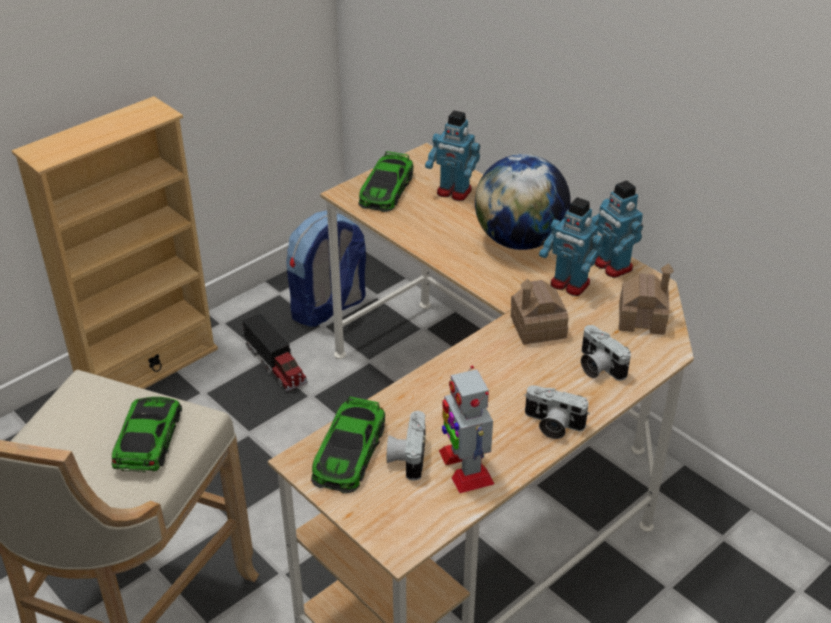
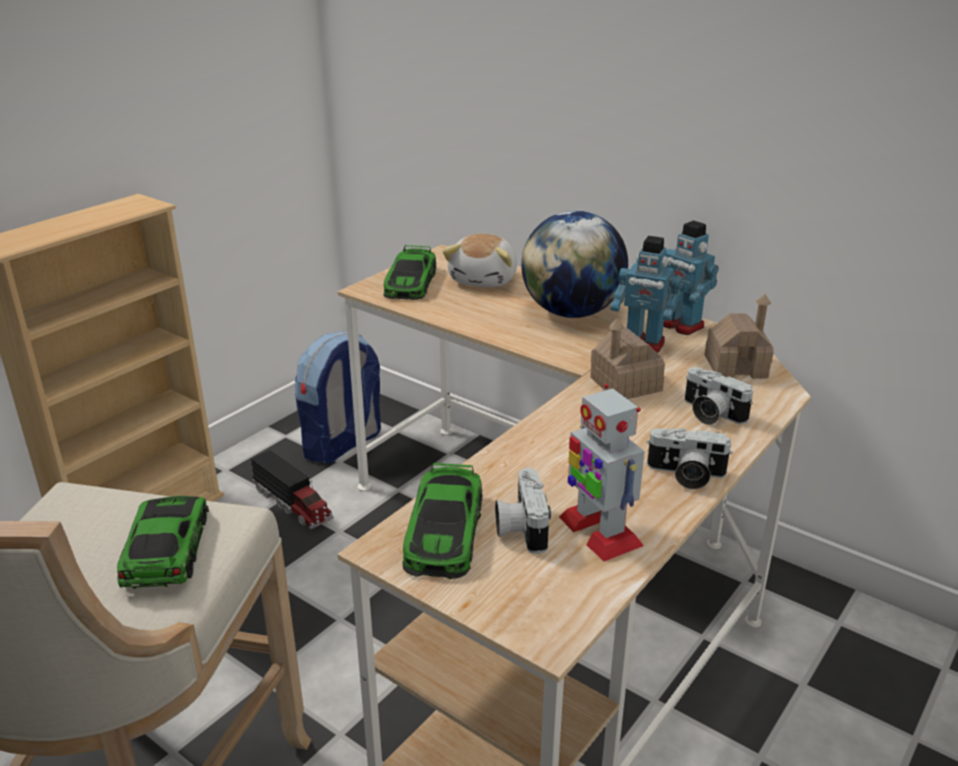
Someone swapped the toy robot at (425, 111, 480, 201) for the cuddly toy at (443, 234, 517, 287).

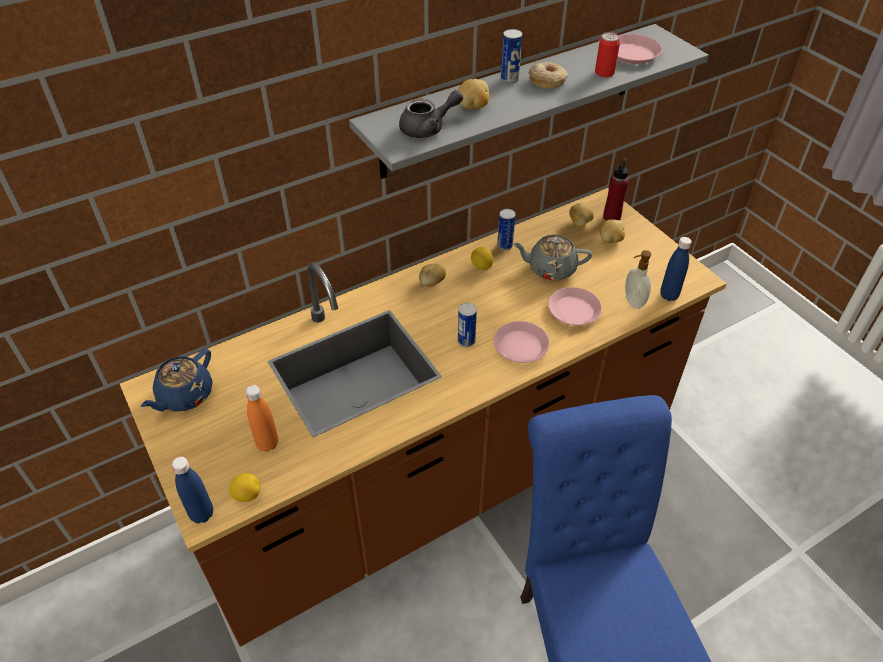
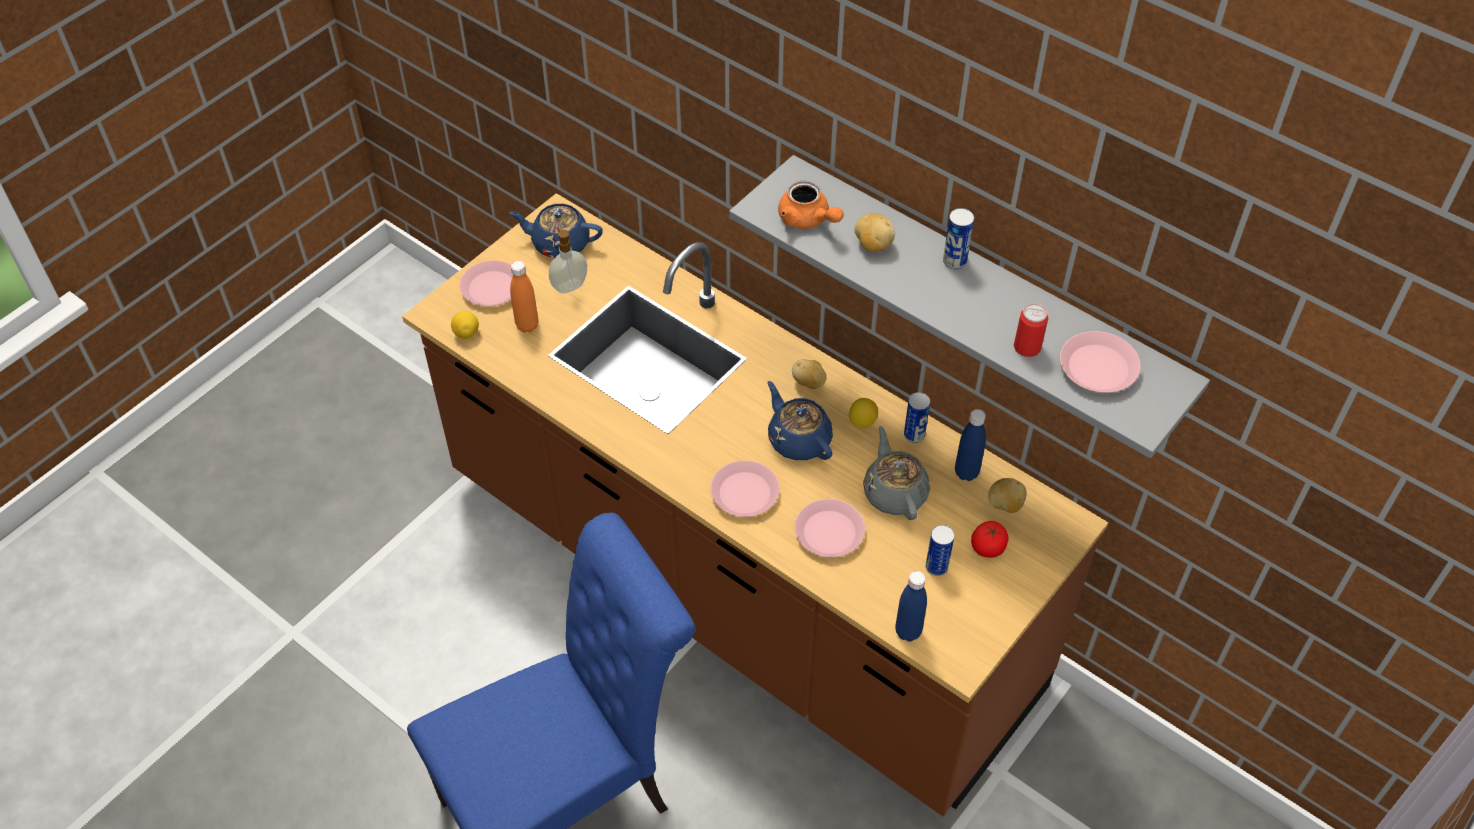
Someone carried the blue-coloured beverage bottle from (171, 457, 213, 523) to (955, 409, 986, 481).
Someone repainted the gray pot for tea at (399, 90, 463, 138), which became the orangey pot for tea at (778, 181, 844, 229).
Someone carried the can from (458, 303, 477, 347) to (926, 525, 955, 576).
Someone took away the doughnut at (528, 62, 568, 88).
Someone swapped the whole potato at (600, 219, 625, 243) for the fresh tomato at (971, 521, 1008, 558).
Someone took away the red-coloured beverage bottle at (603, 158, 629, 221).
Someone carried the liquid soap bottle from (625, 250, 651, 309) to (549, 227, 587, 294).
Someone put down the pinkish dinner plate at (460, 260, 513, 306).
Someone put down the blue-coloured pot for tea at (767, 381, 833, 460).

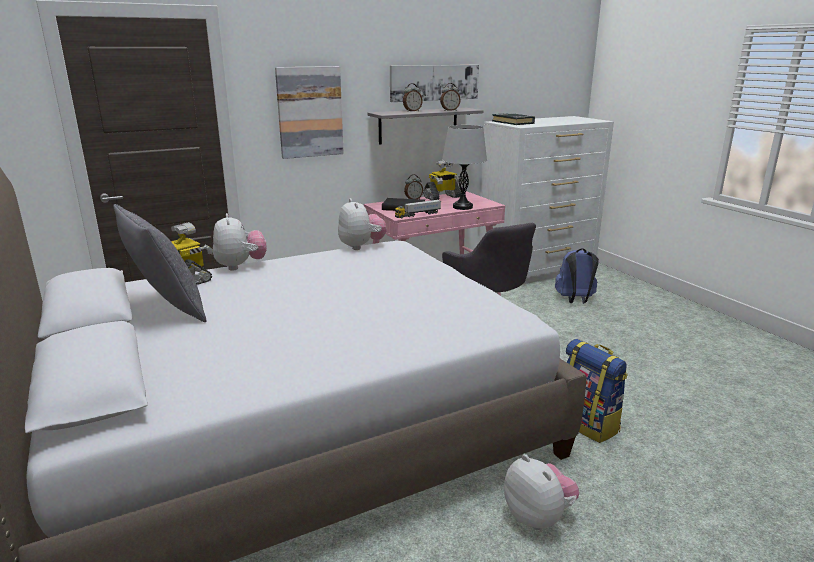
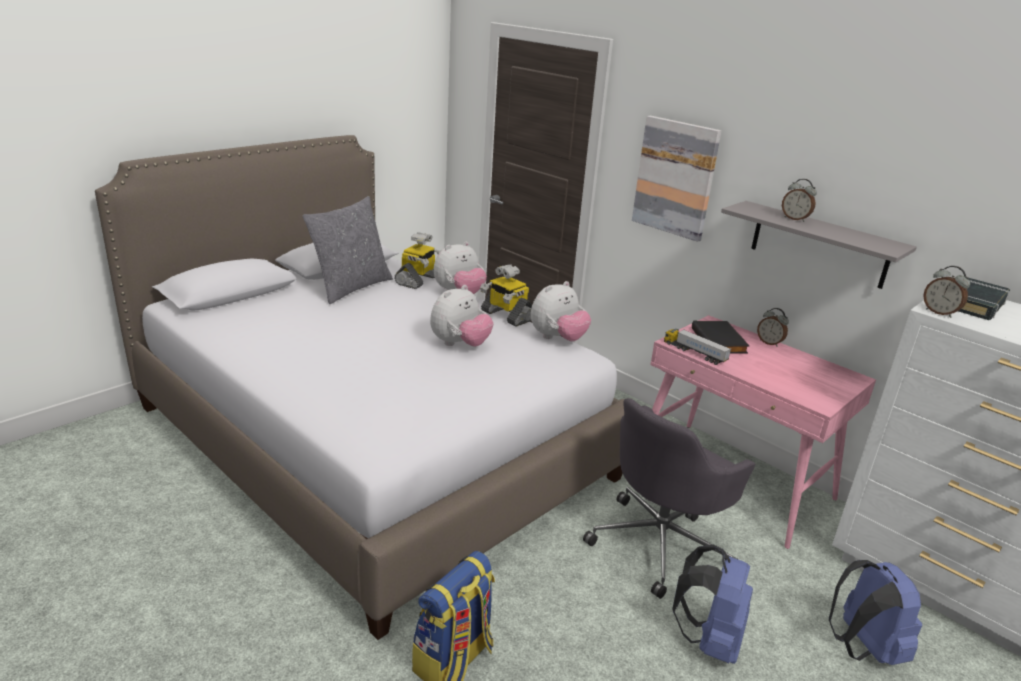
Someone took away the wall picture at (390, 65, 479, 102).
Someone carried the toy robot from (423, 161, 462, 200) to (480, 265, 532, 326).
Someone carried the bedside clock from (440, 83, 461, 111) to (923, 266, 970, 318).
Someone took away the gray tabletop lamp at (442, 125, 487, 210).
Someone carried the cuddly toy from (504, 454, 579, 530) to (430, 285, 494, 347).
Someone put down the blue-coloured knapsack at (672, 544, 753, 664).

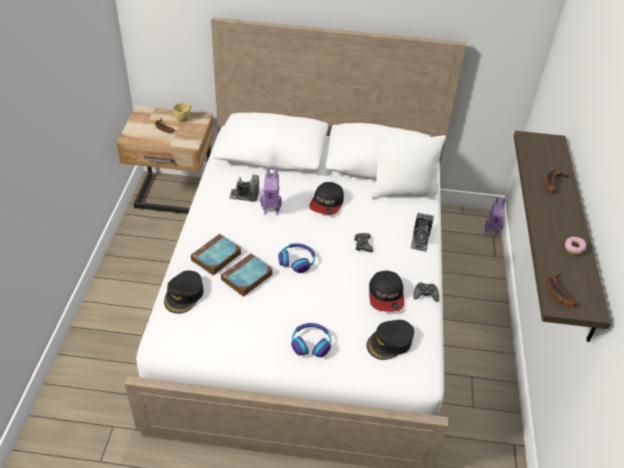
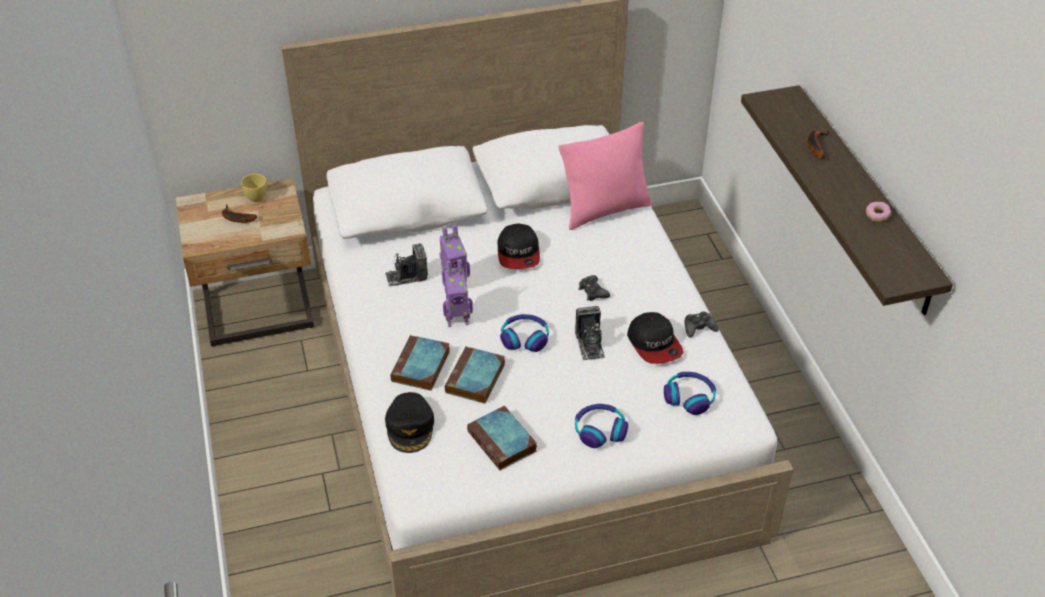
Someone swapped the black-coloured peaked cap at (366, 320, 414, 360) for the pair of headphones at (664, 372, 716, 415).
Someone repainted the white cushion at (371, 135, 446, 199), which became the pinkish cushion at (559, 122, 652, 230).
Someone carried the photo camera from (410, 213, 434, 252) to (575, 306, 605, 361).
Someone carried the toy robot from (485, 197, 506, 237) to (443, 260, 473, 327).
Someone took away the banana fruit at (547, 273, 576, 307).
Someone put down the bound book at (467, 406, 537, 470).

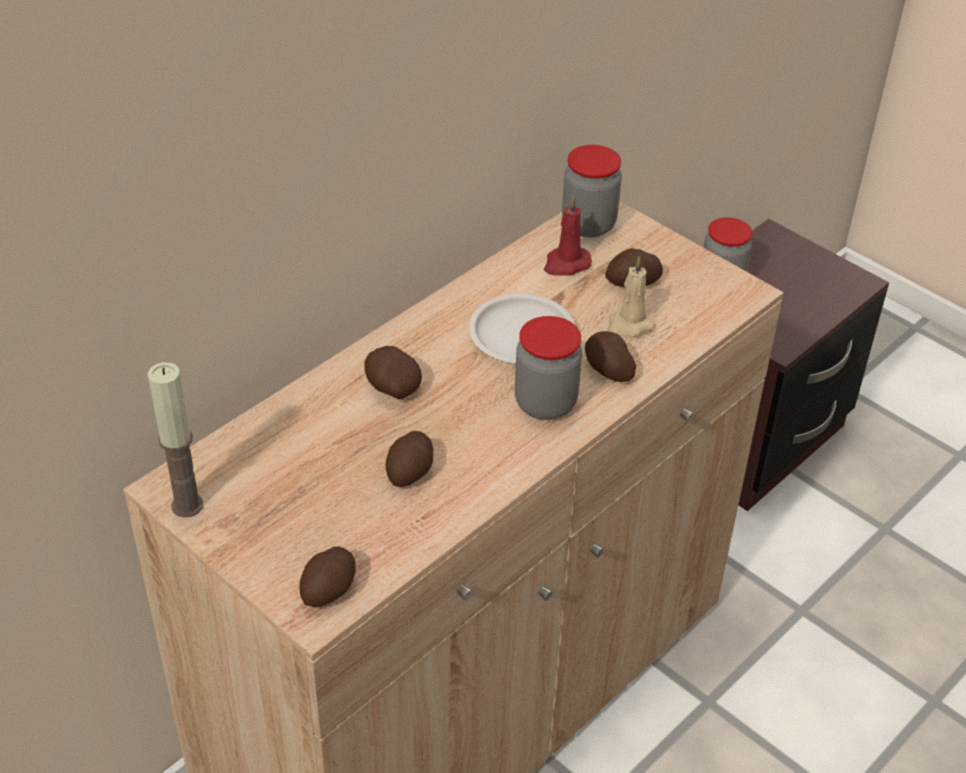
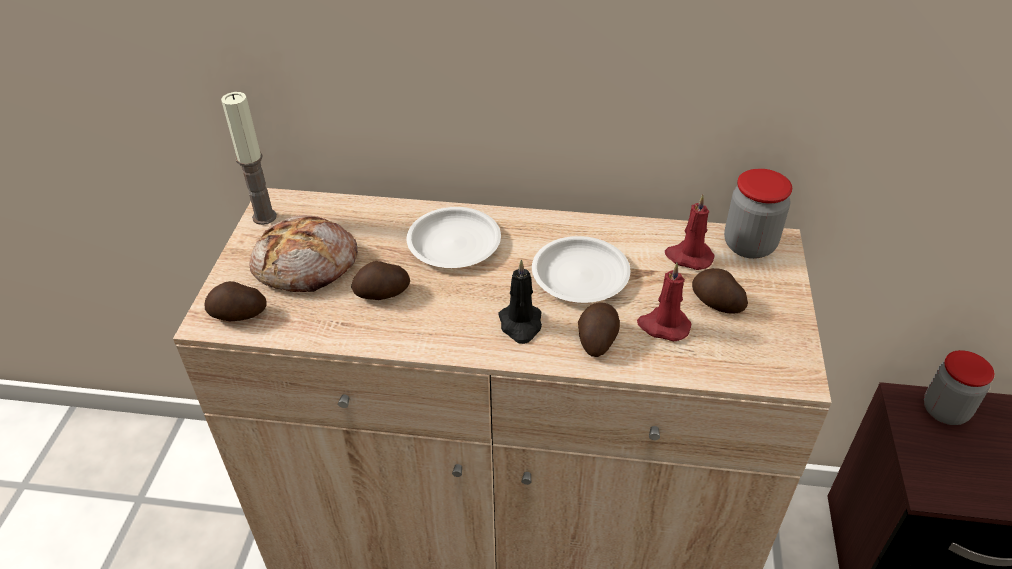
Someone swapped the whole potato at (365, 346, 422, 399) for the white dinner plate at (407, 207, 501, 268).
Someone swapped the preserve jar at (515, 316, 582, 420) for the black-coloured wax candle at (498, 259, 542, 344).
Someone repainted the beige-coloured wax candle at (607, 256, 656, 338), which became the red-coloured wax candle at (637, 263, 691, 341).
Someone put down the bread at (249, 215, 358, 292).

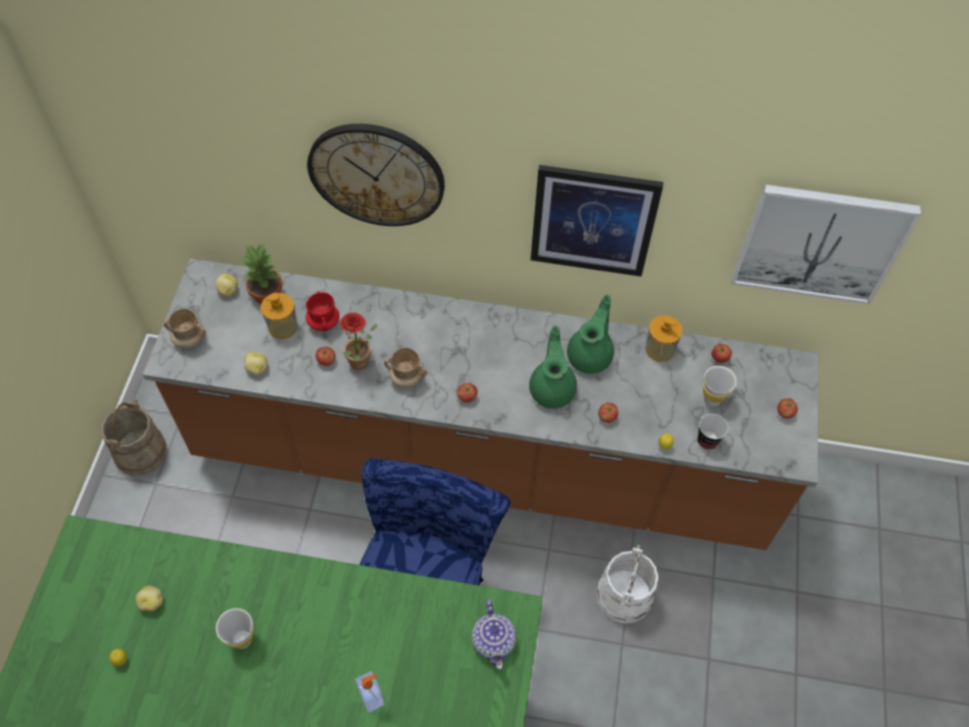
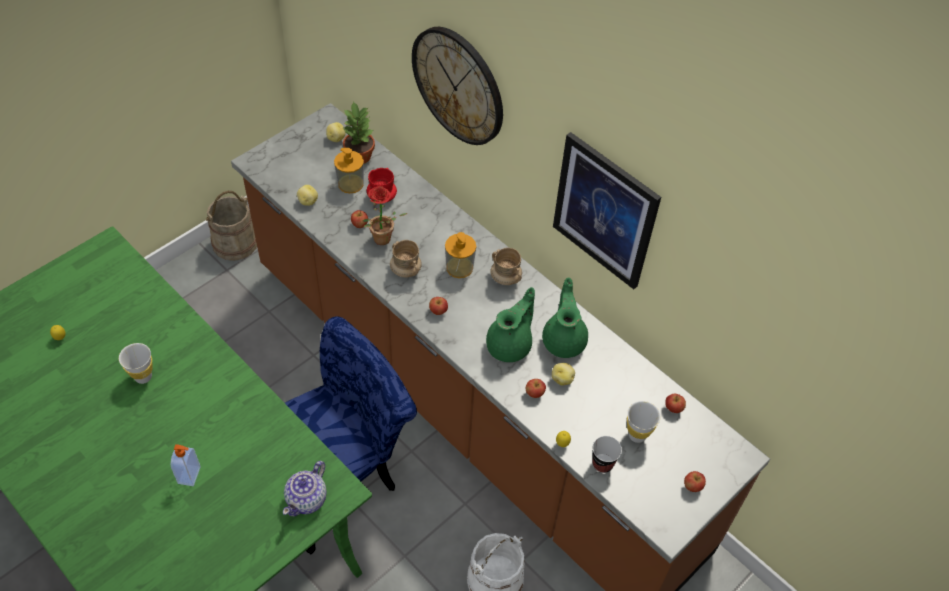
Someone carried the whole potato from (135, 586, 163, 612) to (552, 363, 575, 385).
Someone carried the beige-coloured tea mug from (164, 308, 206, 348) to (490, 247, 522, 285).
Someone rotated the greenish pot for tea at (567, 295, 614, 374) by 60 degrees counterclockwise.
Someone carried the liquid soap bottle from (646, 316, 683, 362) to (445, 232, 476, 278).
Someone took away the wall picture at (732, 184, 921, 304).

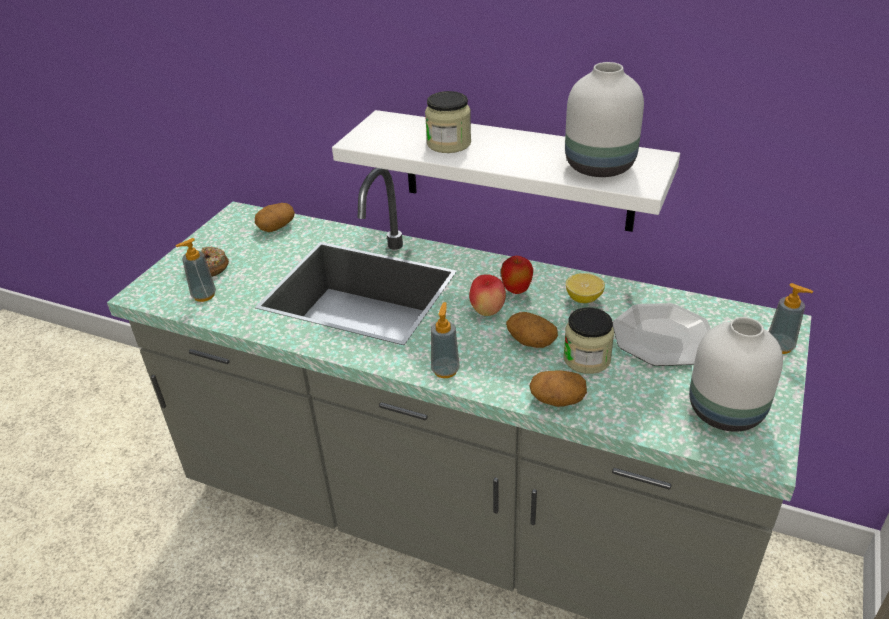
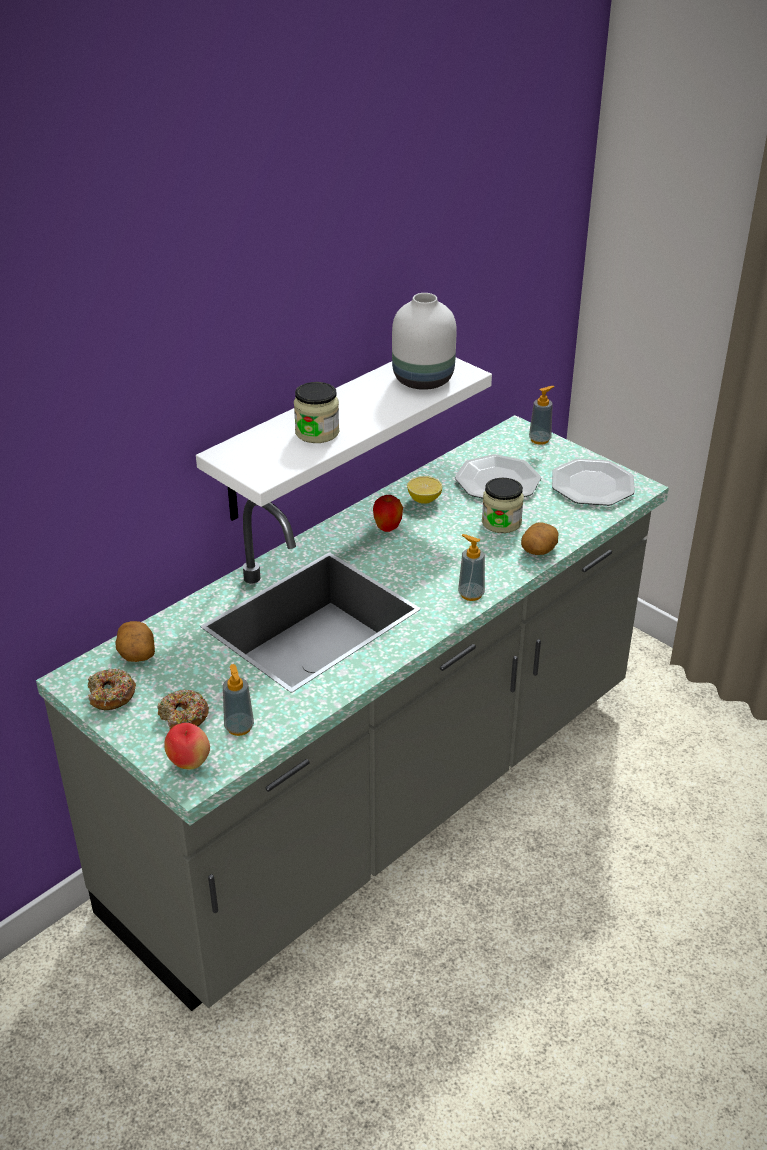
Someone carried the whole apple from (469, 274, 506, 316) to (164, 723, 210, 769).
Someone took away the whole potato at (506, 312, 558, 348).
Someone swapped the white vase at (689, 317, 783, 432) for the dinner plate at (552, 458, 635, 506).
Someone put down the doughnut at (88, 669, 136, 710).

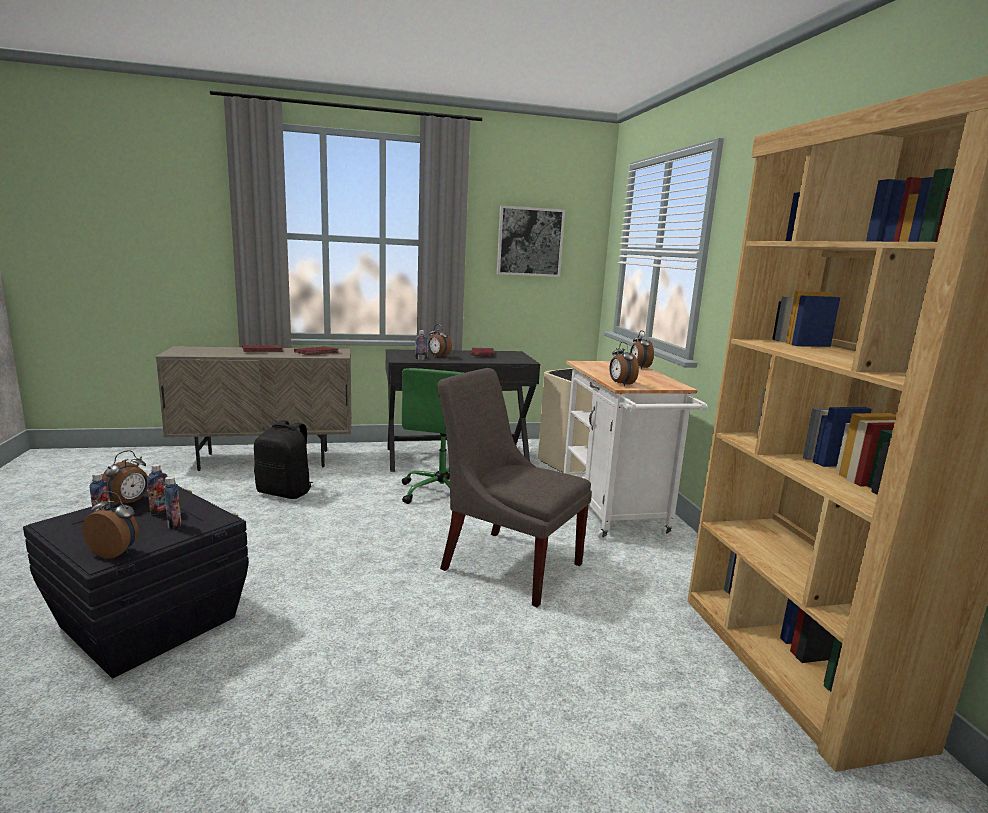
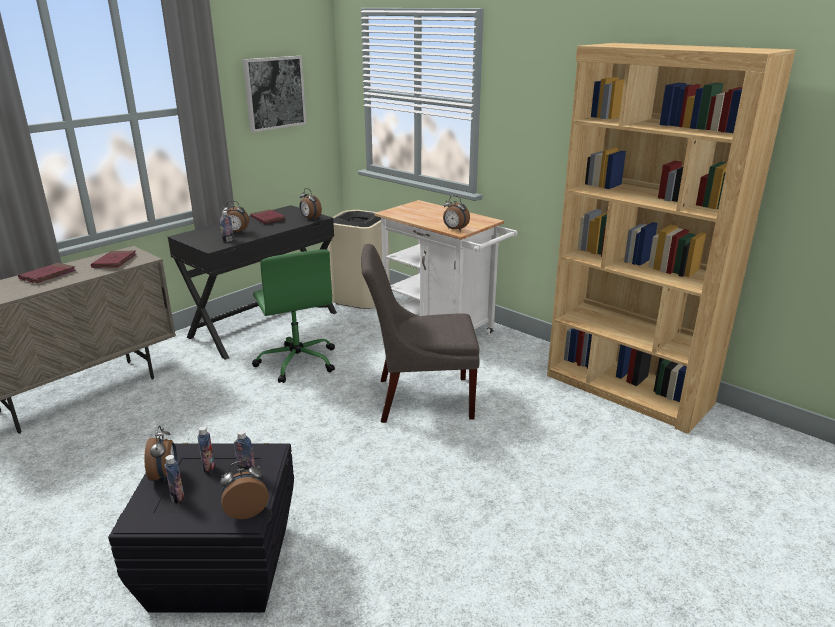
Someone took away the black-coloured knapsack at (254, 420, 313, 499).
Someone carried the bedside clock from (630, 331, 654, 369) to (299, 188, 322, 220).

